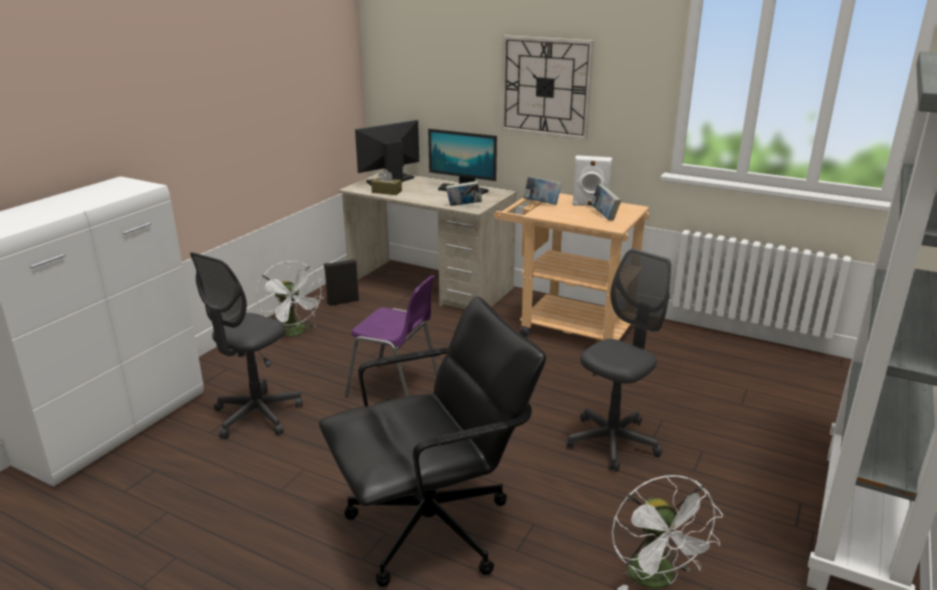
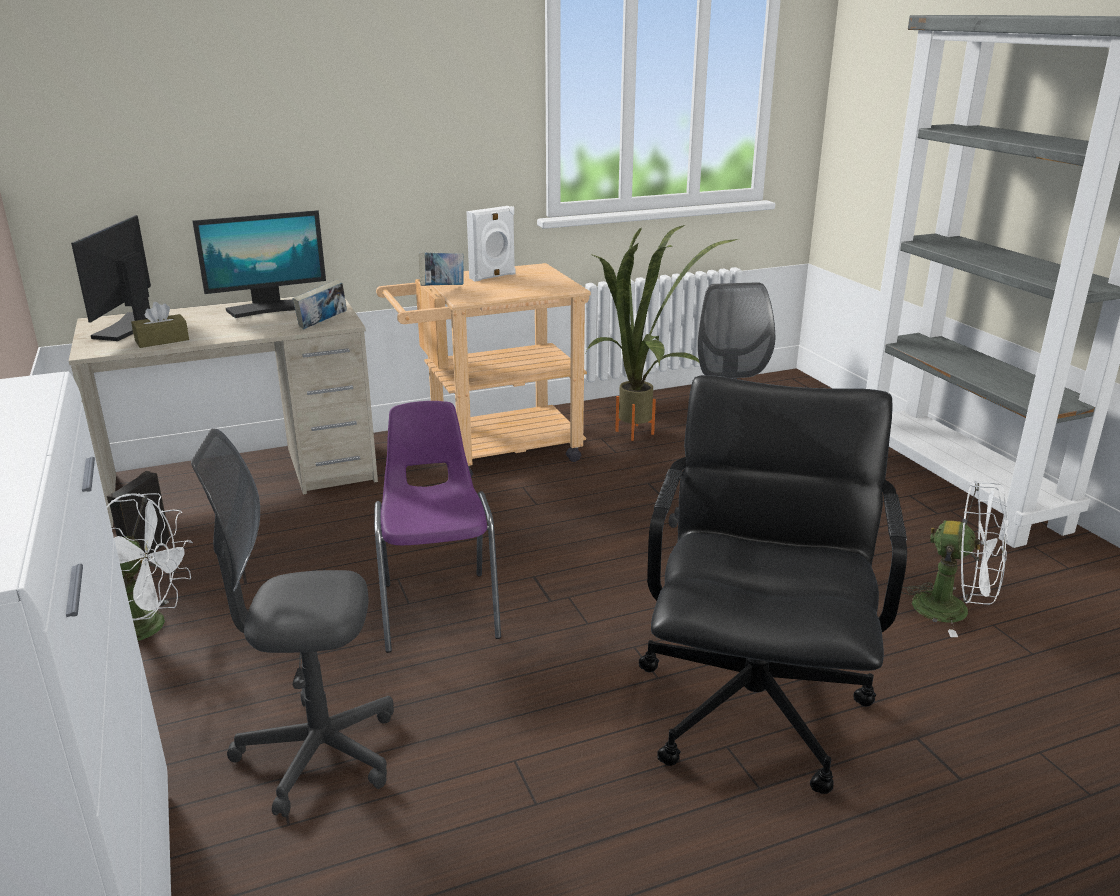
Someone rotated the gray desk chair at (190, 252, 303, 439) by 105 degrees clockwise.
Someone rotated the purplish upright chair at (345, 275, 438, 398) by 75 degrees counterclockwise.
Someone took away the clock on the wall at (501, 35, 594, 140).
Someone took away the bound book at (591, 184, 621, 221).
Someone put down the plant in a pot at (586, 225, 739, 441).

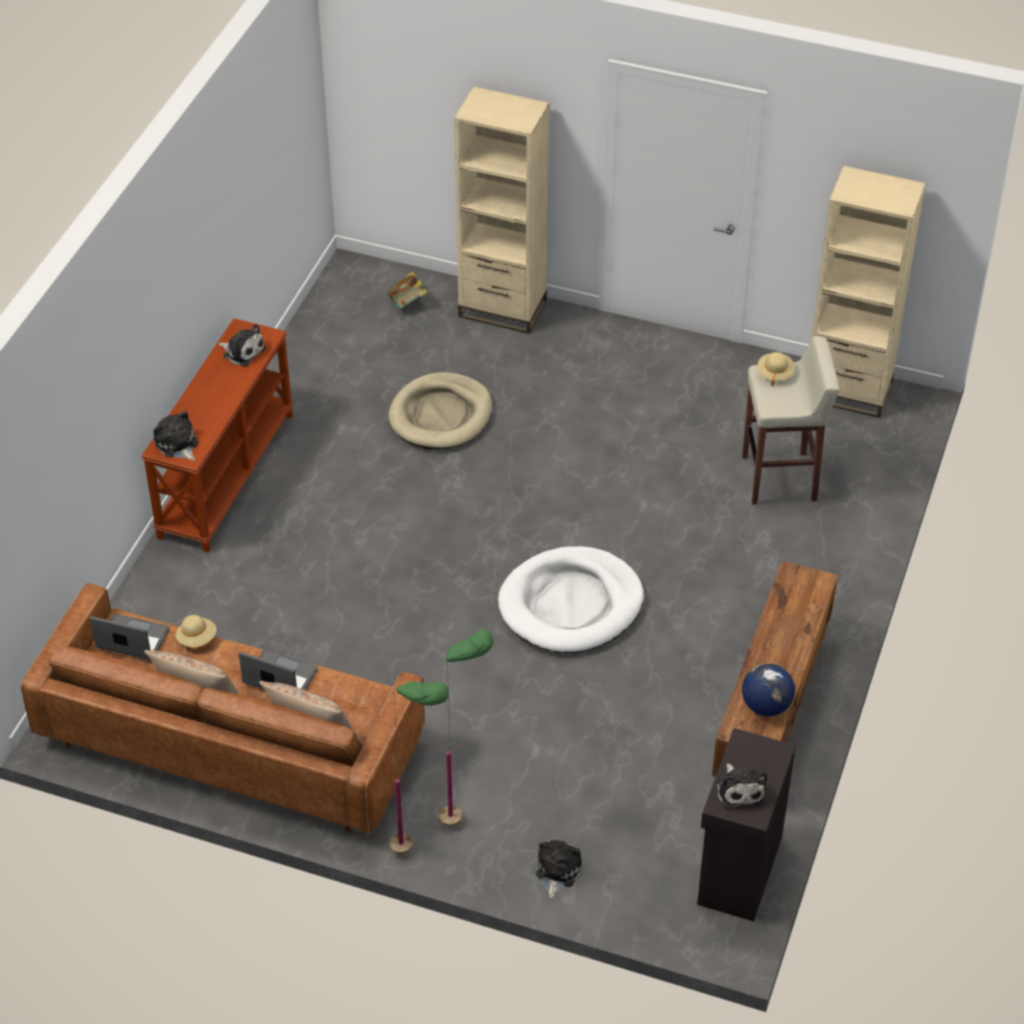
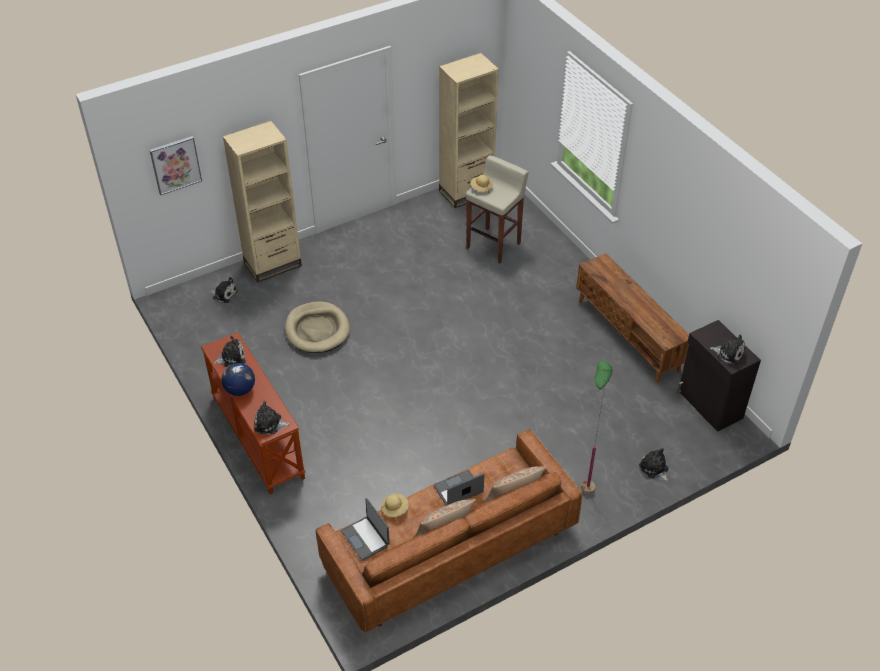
Someone rotated the notebook computer at (90, 614, 169, 660) by 90 degrees counterclockwise.
Someone swapped the bound book at (387, 272, 428, 308) for the cuddly toy at (209, 277, 238, 303).
Someone took away the greenish standard lamp at (389, 681, 449, 855).
Someone took away the white dog bed at (498, 546, 644, 653).
Someone carried the world globe from (742, 663, 795, 716) to (221, 363, 255, 396).
Someone put up the wall picture at (150, 136, 202, 195).

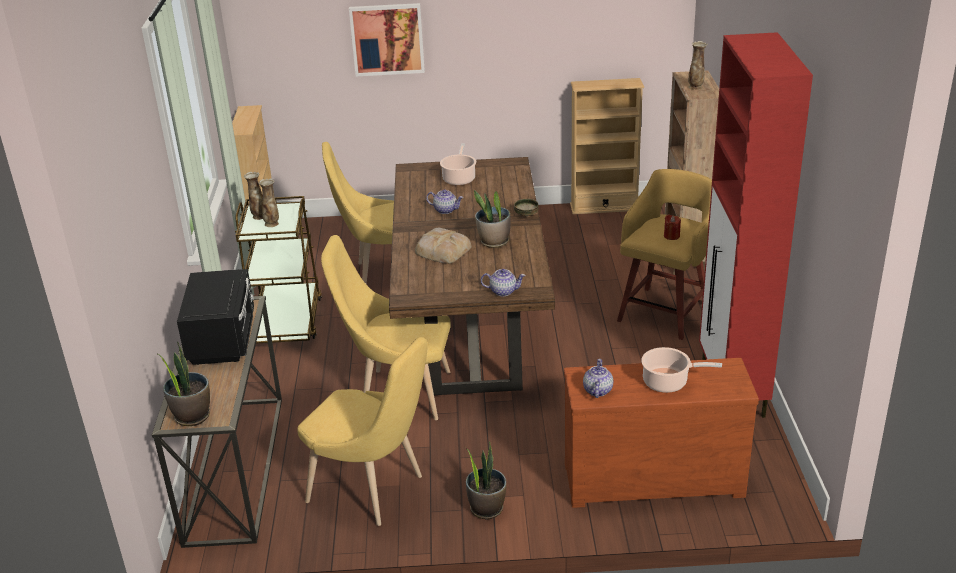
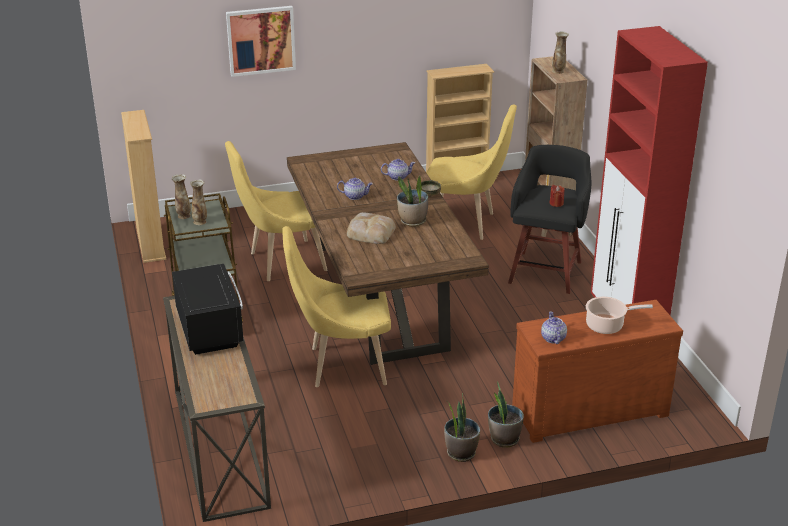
Someone carried the plant in a pot from (156, 341, 210, 426) to (488, 381, 524, 447).
Someone carried the yellowish upright chair from (297, 337, 428, 526) to (427, 104, 517, 240).
Someone took away the cooking pot at (440, 143, 476, 185).
Someone carried the pot for tea from (481, 269, 525, 296) to (381, 159, 415, 181).
Someone repainted the yellowish stool at (617, 169, 712, 340), which became the black-coloured stool at (508, 145, 591, 294).

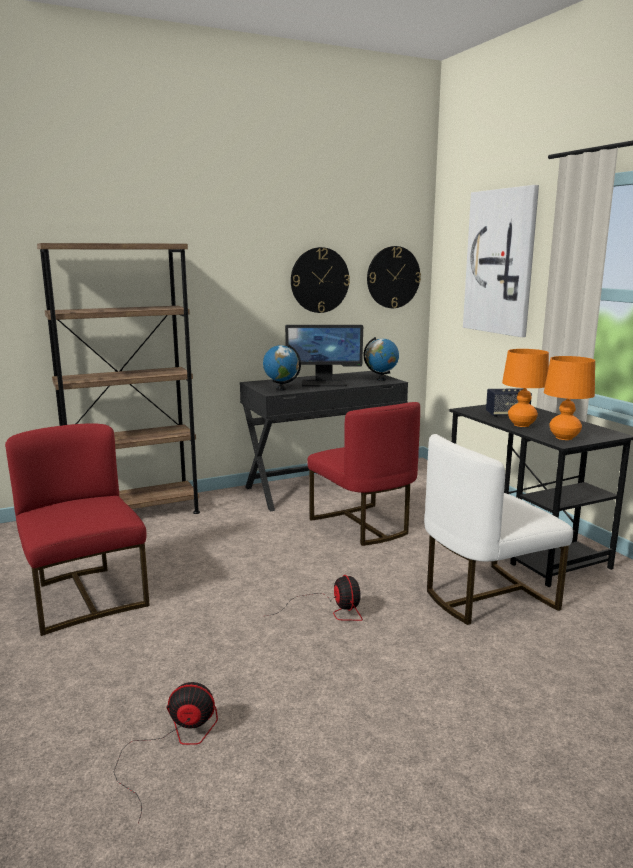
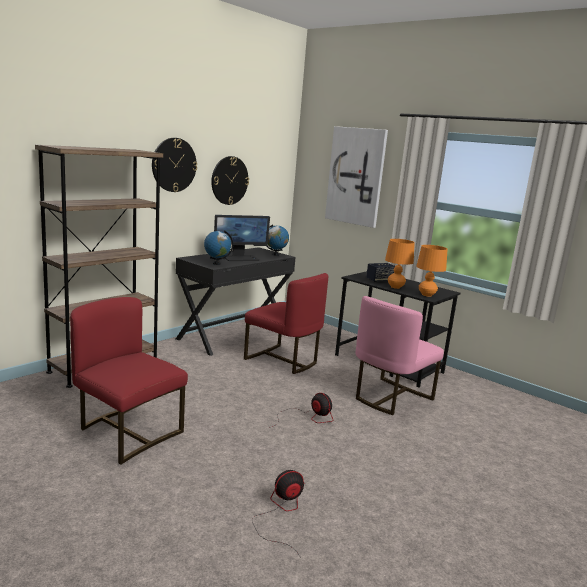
Someone carried the clock on the wall from (367, 246, 421, 308) to (152, 138, 197, 192).
Someone repainted the white upright chair at (424, 434, 573, 625), which became the pinkish upright chair at (356, 296, 444, 415).

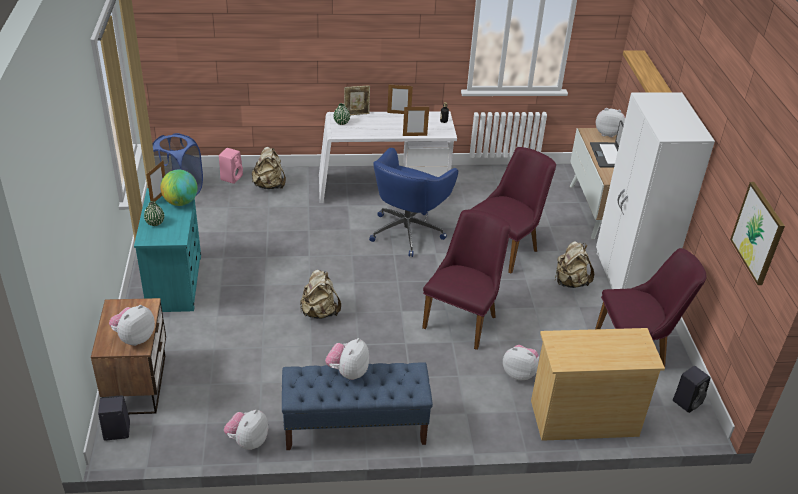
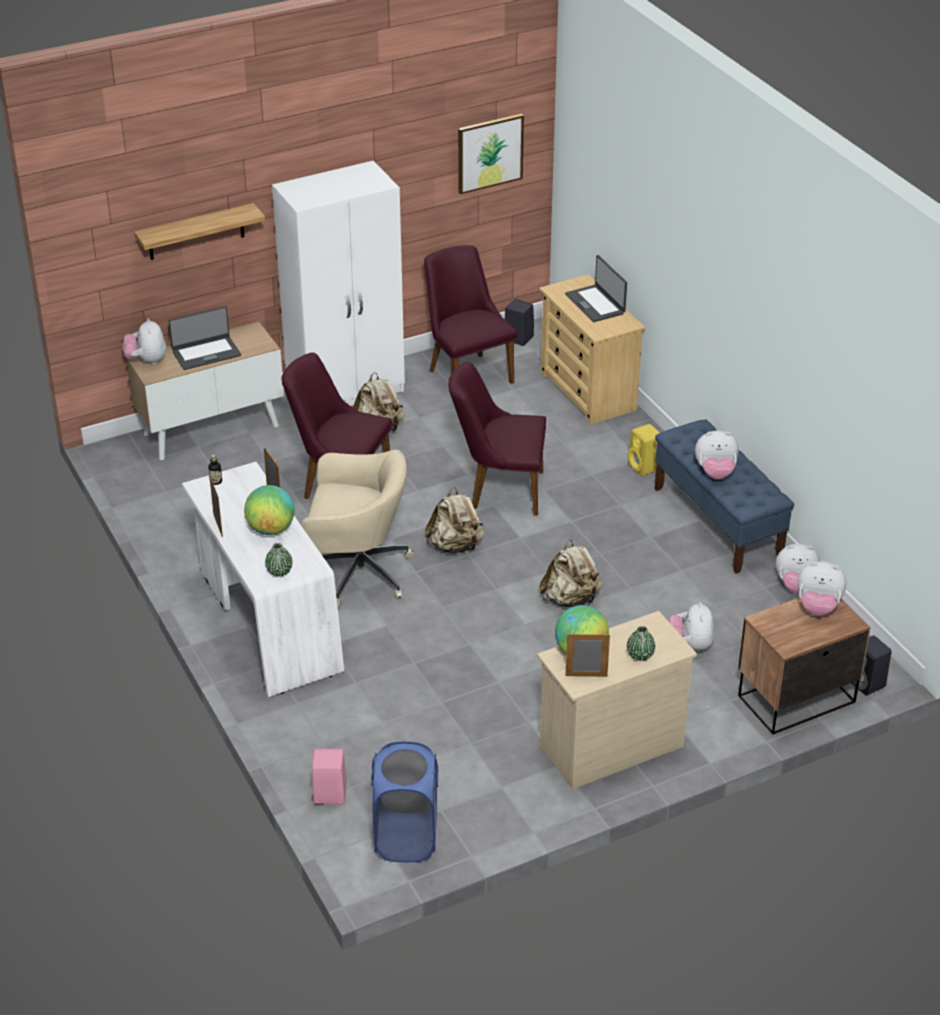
Someone repainted the turquoise-coloured chest of drawers at (134, 188, 201, 312), which became the beige-coloured chest of drawers at (537, 611, 697, 789).
Someone carried the beige-coloured knapsack from (252, 147, 286, 189) to (425, 487, 484, 553).
Someone took away the photo frame at (344, 85, 370, 115).
Someone repainted the blue-coloured desk chair at (369, 148, 458, 257), which became the beige-coloured desk chair at (300, 450, 414, 608).
Someone carried the cuddly toy from (503, 345, 539, 380) to (668, 602, 715, 652).
Someone put down the world globe at (244, 485, 295, 535).
Someone put down the notebook computer at (565, 255, 627, 322).
Someone put down the yellowish speaker at (628, 424, 660, 476).

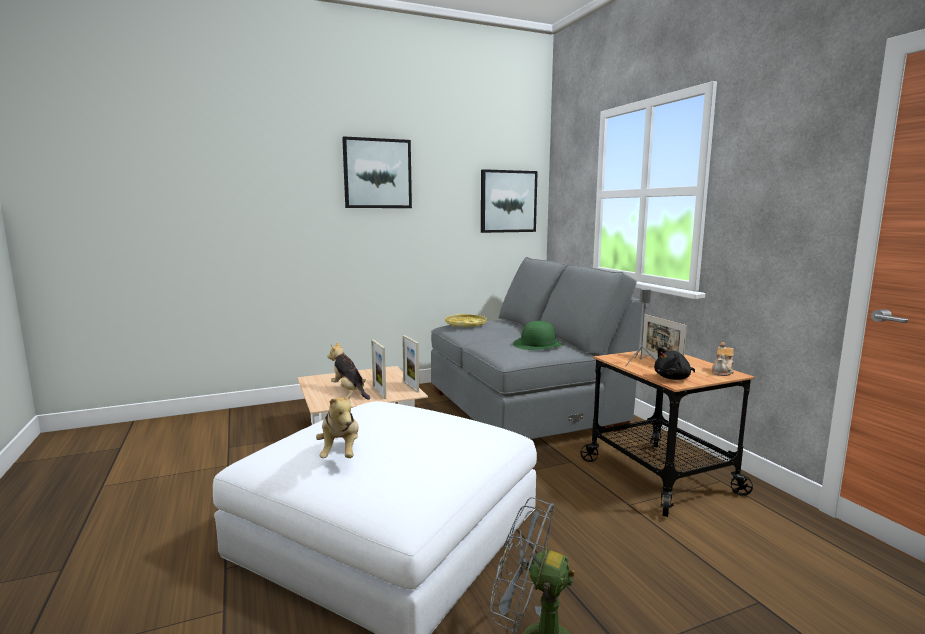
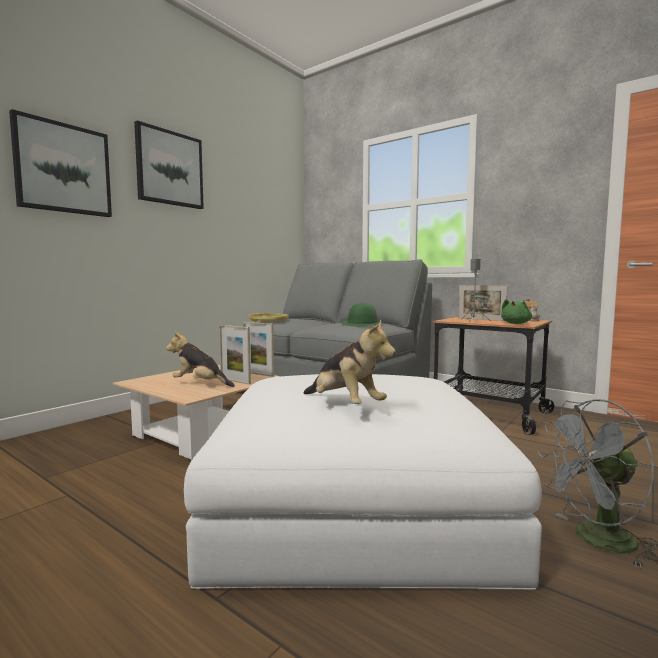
Someone carried the wall picture from (481, 169, 538, 233) to (9, 109, 112, 217).
Someone repainted the black-coloured cuddly toy at (654, 347, 695, 380), which became the greenish cuddly toy at (501, 299, 532, 324).

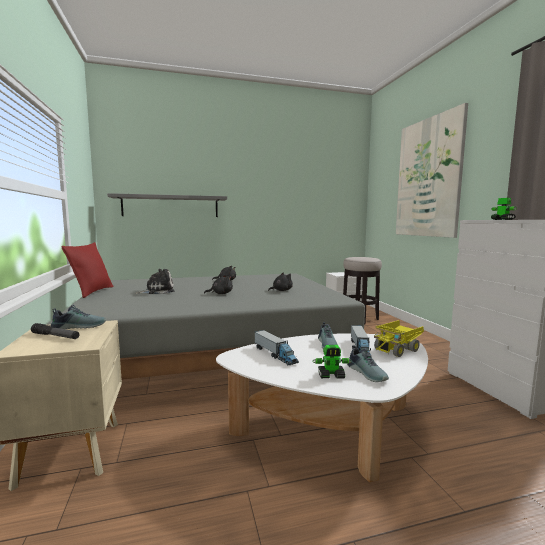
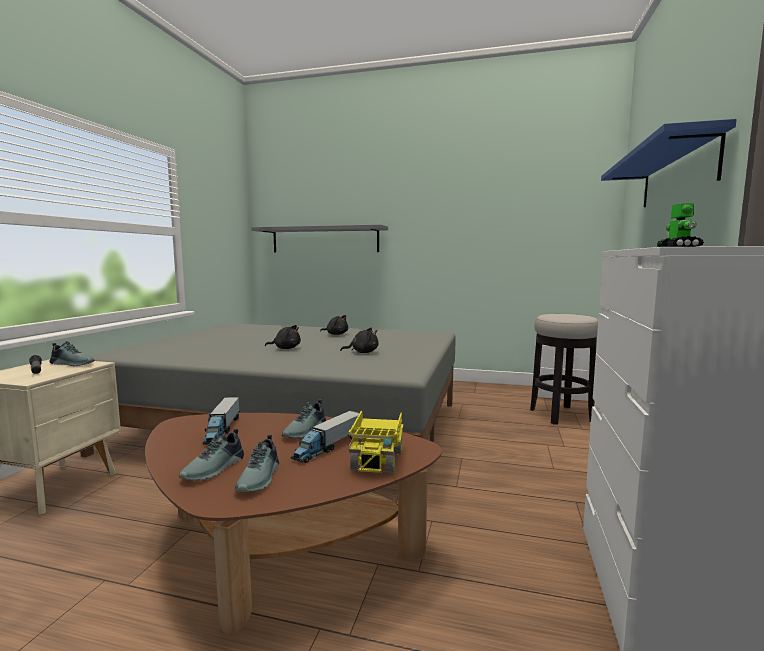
Someone took away the red-coloured cushion at (61, 242, 114, 298).
Someone took away the cuddly toy at (135, 269, 174, 294).
Someone repainted the white coffee table at (216, 333, 428, 482), which became the brownish coffee table at (145, 413, 442, 635).
Someone swapped the toy robot at (313, 345, 352, 379) for the item of footwear at (179, 428, 244, 481).
Someone rotated the toy truck at (374, 320, 424, 357) by 75 degrees counterclockwise.
Someone swapped the wall picture at (396, 103, 468, 238) for the blue-coloured wall shelf at (601, 119, 737, 207).

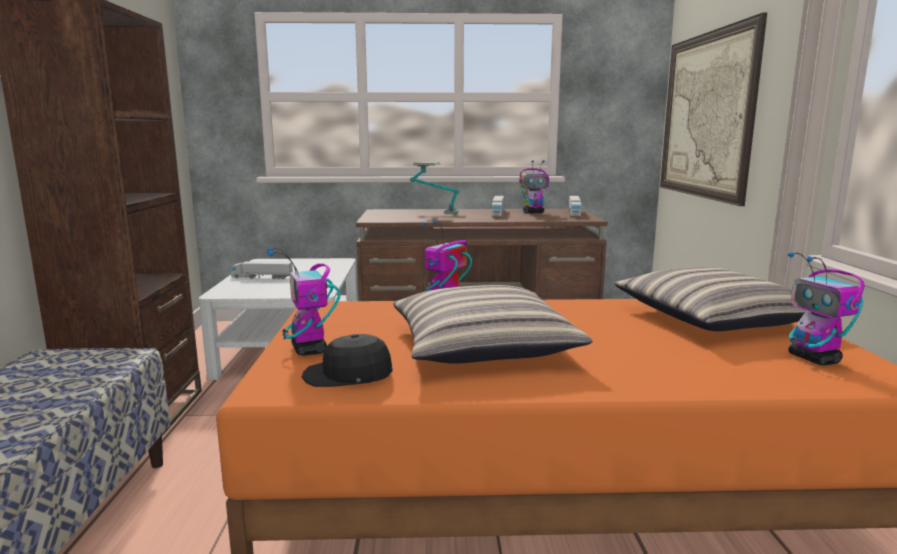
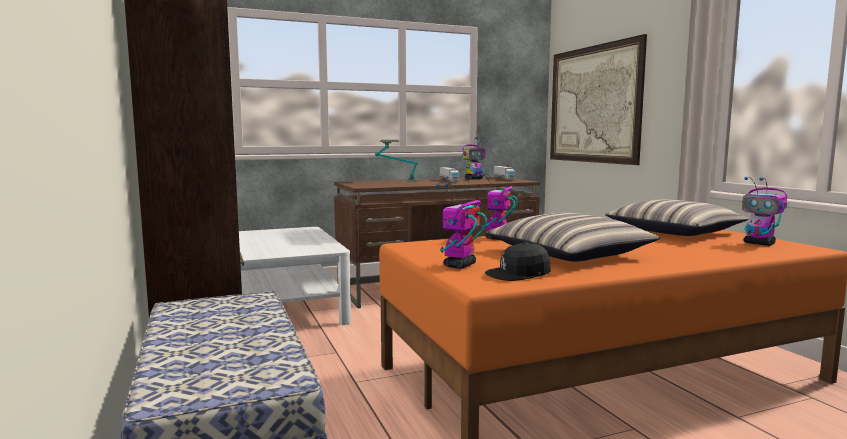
Someone took away the toy truck at (231, 262, 293, 279).
Someone rotated the toy robot at (267, 247, 341, 355) by 75 degrees clockwise.

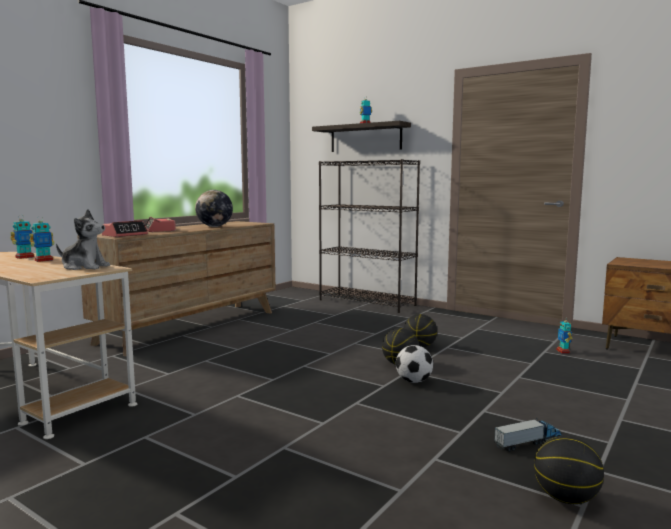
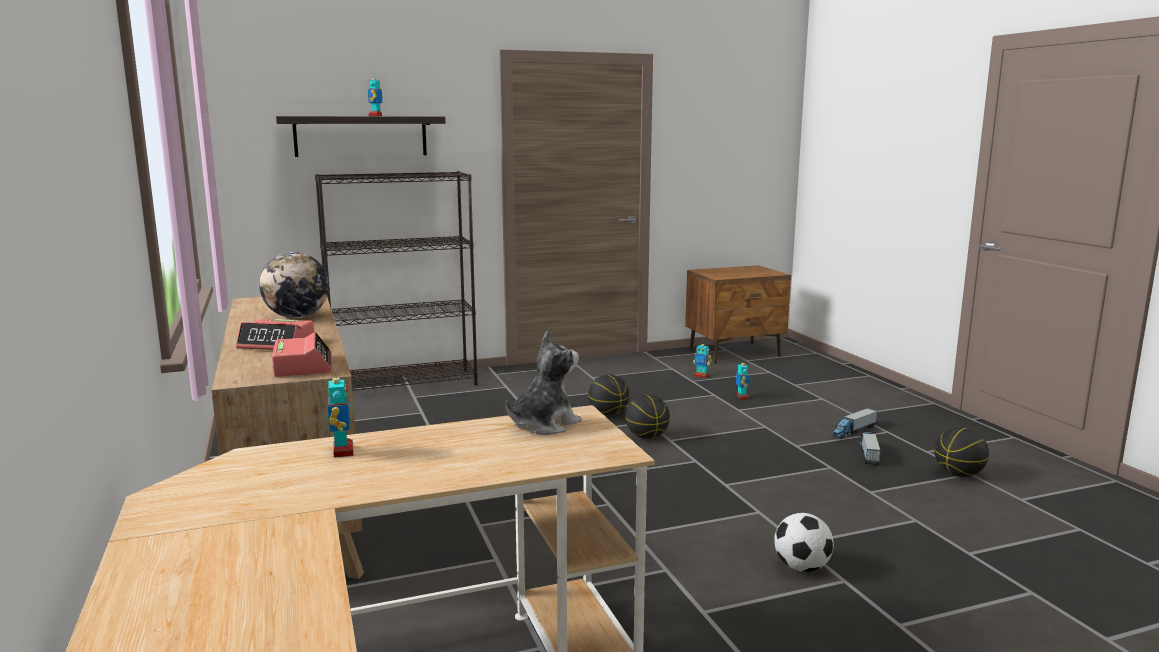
Someone carried the toy robot from (29, 216, 54, 262) to (736, 363, 749, 400).
Someone carried the ball for football from (396, 345, 433, 383) to (774, 513, 834, 572).
Someone put down the toy truck at (831, 408, 878, 439).

